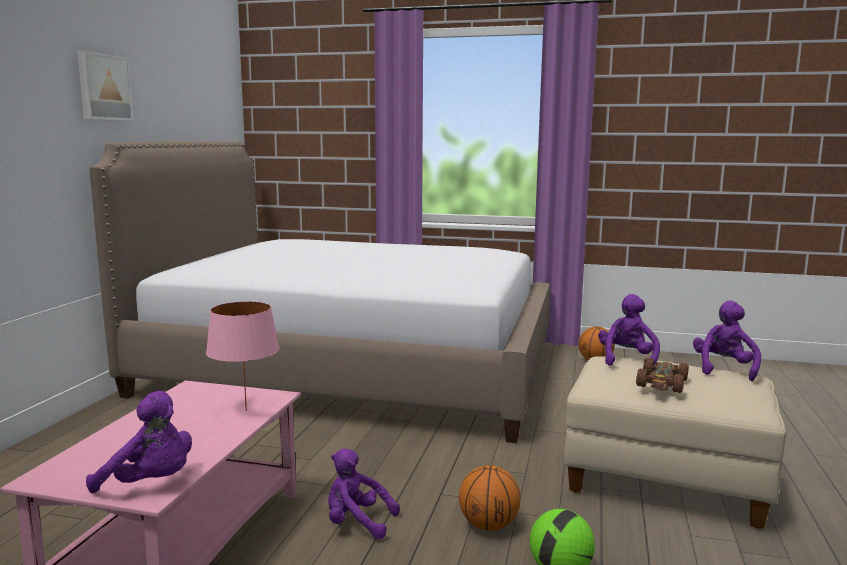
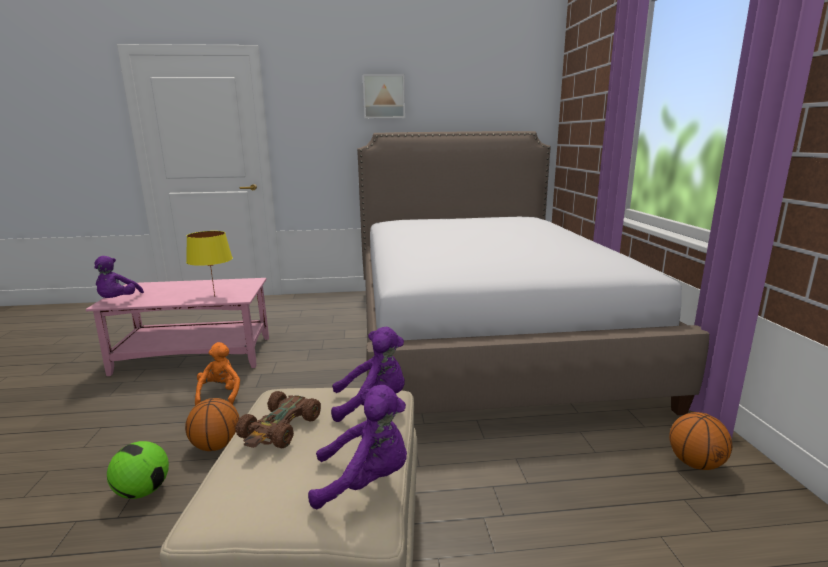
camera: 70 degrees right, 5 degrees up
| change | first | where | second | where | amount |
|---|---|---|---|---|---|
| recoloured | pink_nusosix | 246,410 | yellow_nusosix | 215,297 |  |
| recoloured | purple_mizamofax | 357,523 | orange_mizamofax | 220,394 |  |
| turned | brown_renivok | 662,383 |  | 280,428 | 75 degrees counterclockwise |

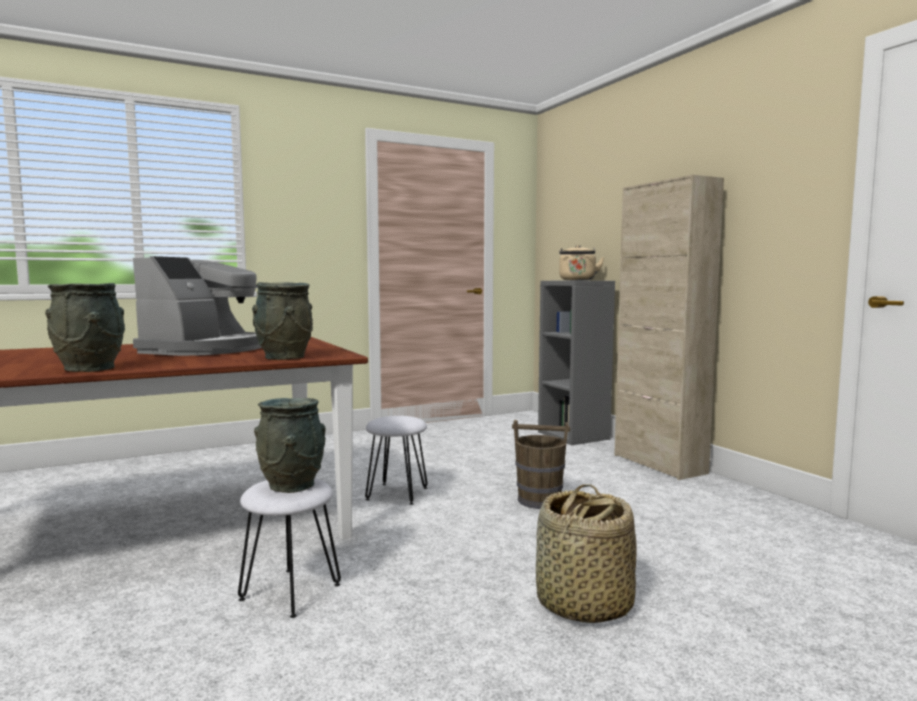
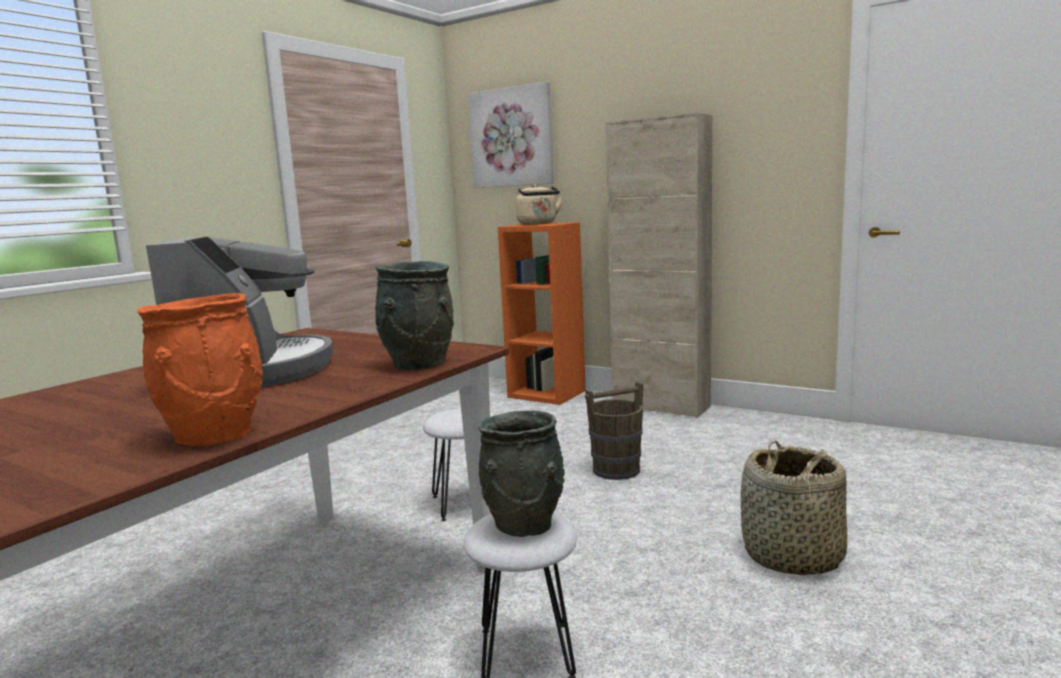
camera: 30 degrees left, 5 degrees up
| change | first | where | second | where | amount |
|---|---|---|---|---|---|
| recoloured | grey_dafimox | 90,369 | orange_dafimox | 216,434 |  |
| added |  |  | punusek | 512,137 |  |
| recoloured | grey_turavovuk | 574,435 | orange_turavovuk | 547,394 |  |

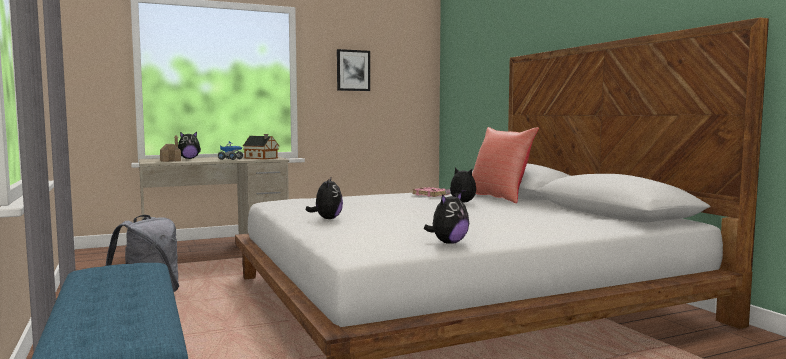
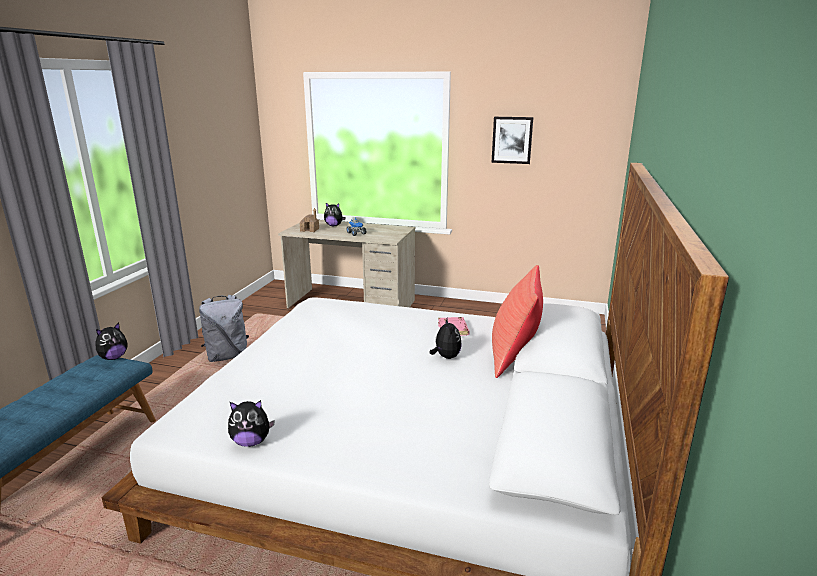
camera: 40 degrees right, 15 degrees up
| change | first | where | second | where | amount |
|---|---|---|---|---|---|
| moved | mizamofax | 327,219 |  | 113,357 |  |
| removed | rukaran | 261,158 |  |  |  |

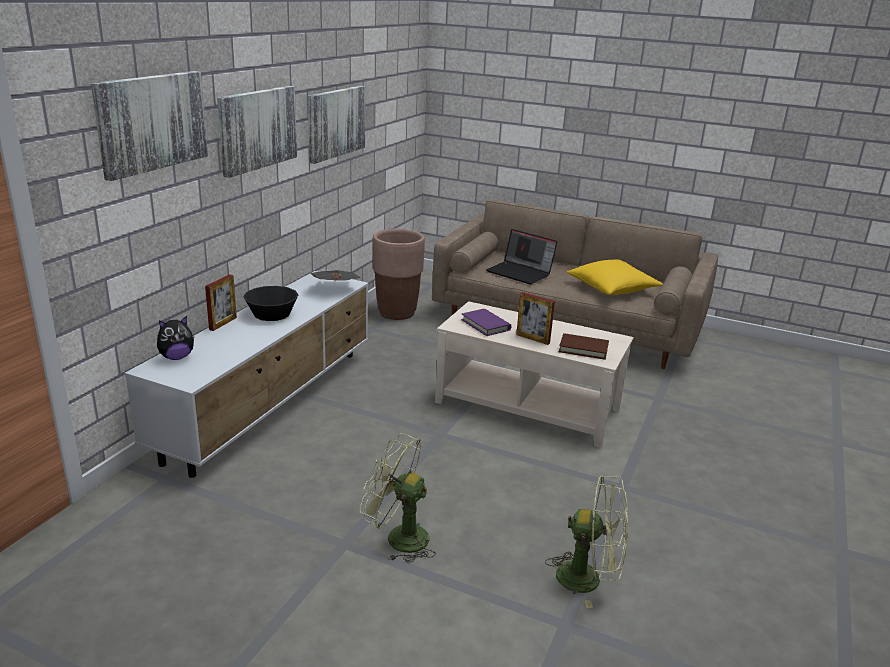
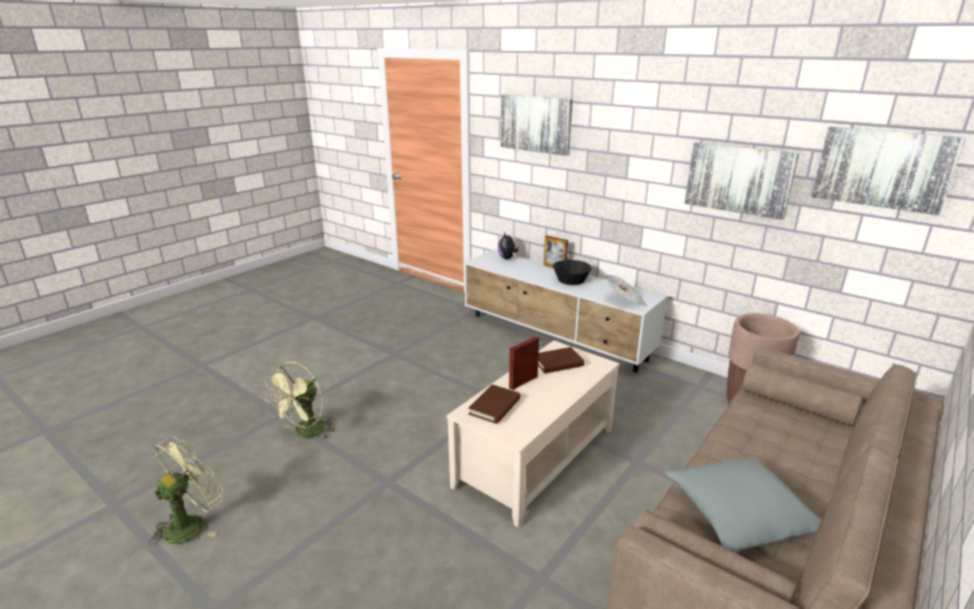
camera: 105 degrees right, 0 degrees up
| change | first | where | second | where | amount |
|---|---|---|---|---|---|
| moved | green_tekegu | 398,537 |  | 192,523 |  |
| recoloured | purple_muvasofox | 485,325 | brown_muvasofox | 558,363 |  |
| recoloured | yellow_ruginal | 612,289 | grey_ruginal | 738,516 |  |
| moved | punusek | 257,129 |  | 883,168 |  |
| removed | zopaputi | 520,273 |  |  |  |

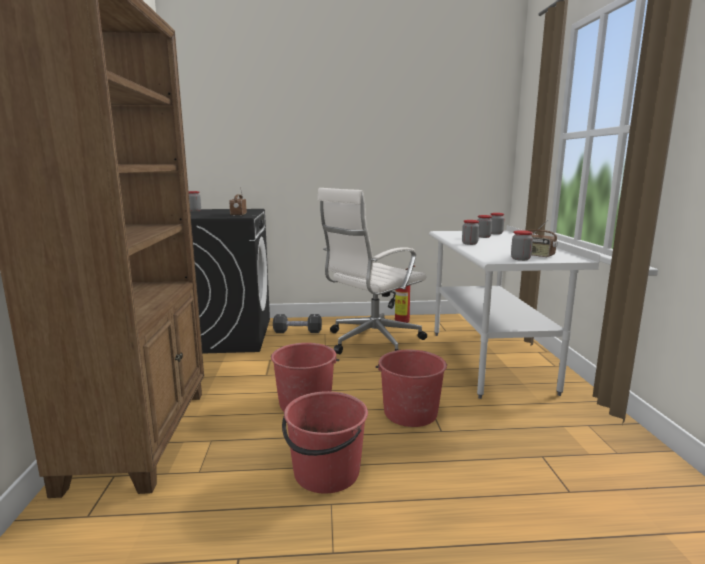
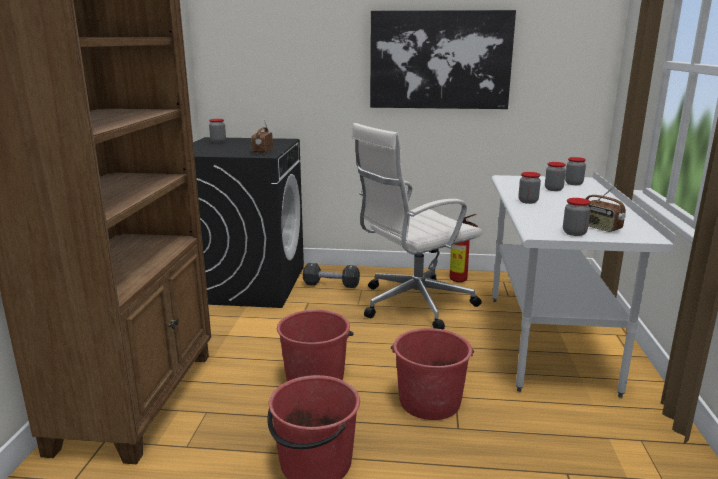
camera: 10 degrees right, 5 degrees up
| change | first | where | second | where | amount |
|---|---|---|---|---|---|
| added |  |  | punusek | 440,60 |  |

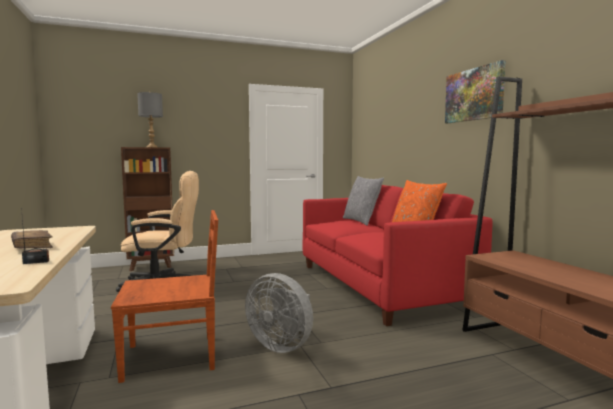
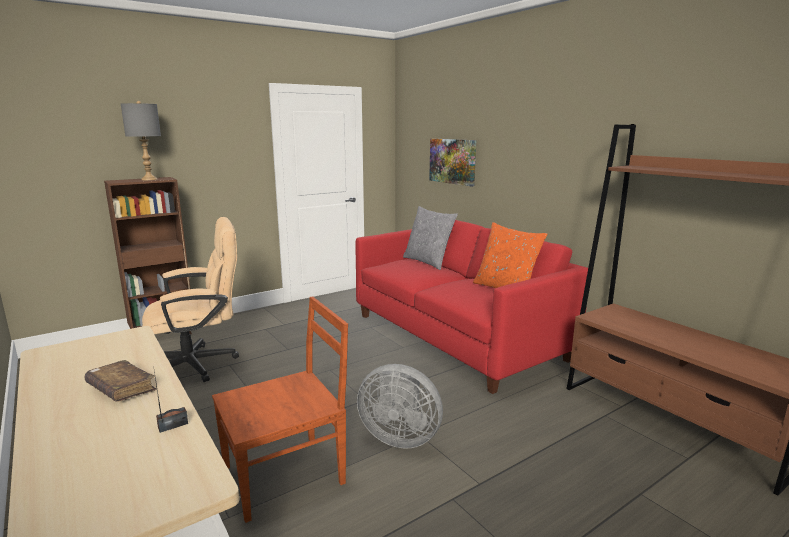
camera: 15 degrees left, 10 degrees up
| change | first | where | second | where | amount |
|---|---|---|---|---|---|
| moved | punusek | 474,94 |  | 452,161 |  |

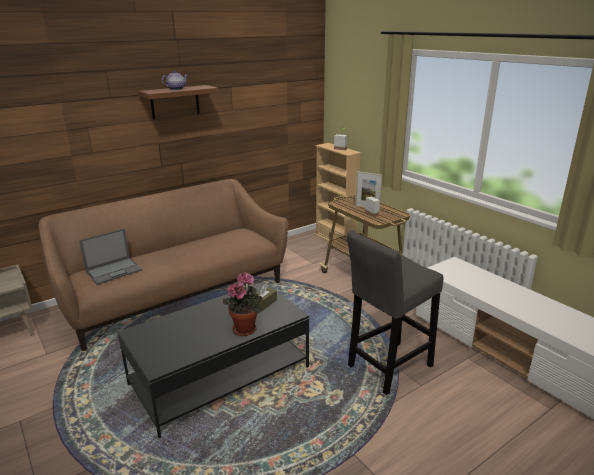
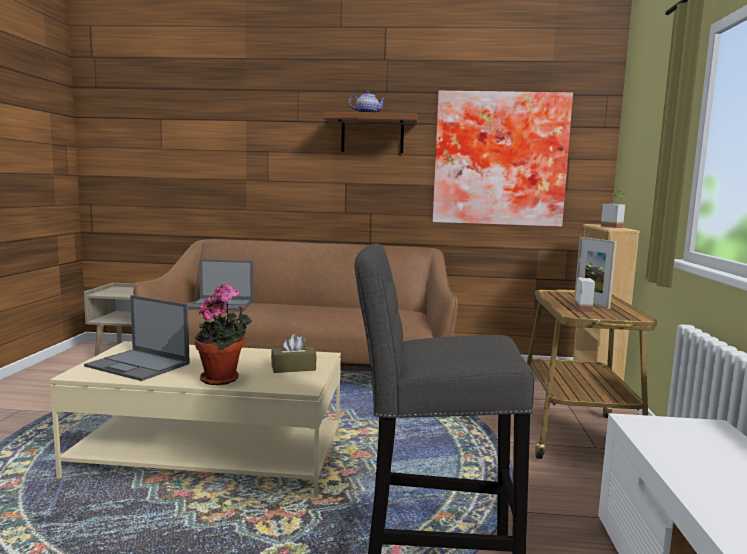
camera: 40 degrees right, 15 degrees down
| change | first | where | second | where | amount |
|---|---|---|---|---|---|
| recoloured | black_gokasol | 220,376 | beige_gokasol | 211,456 |  |
| added |  |  | zopaputi | 139,365 |  |
| added |  |  | punusek | 499,159 |  |

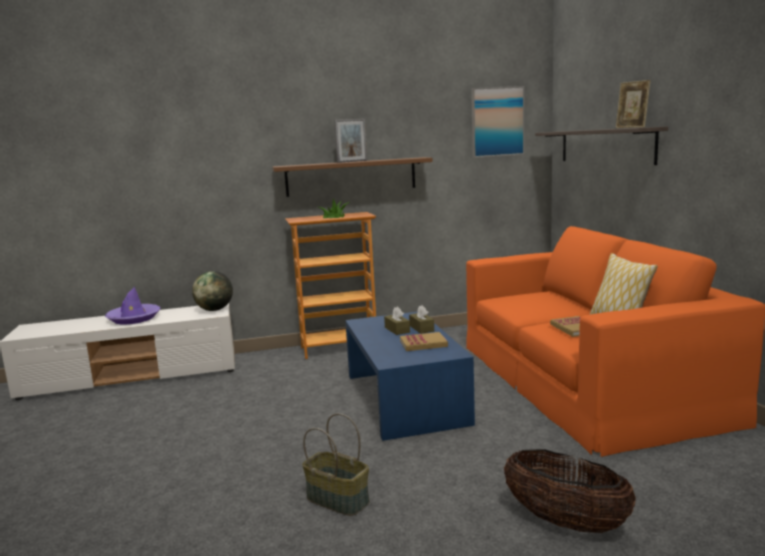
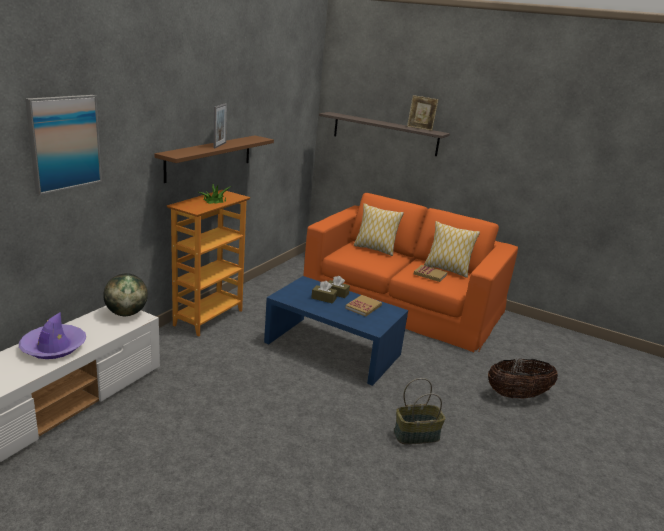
camera: 50 degrees left, 10 degrees up
| change | first | where | second | where | amount |
|---|---|---|---|---|---|
| moved | punusek | 497,122 |  | 64,143 |  |
| added |  |  | ruginal | 375,249 |  |

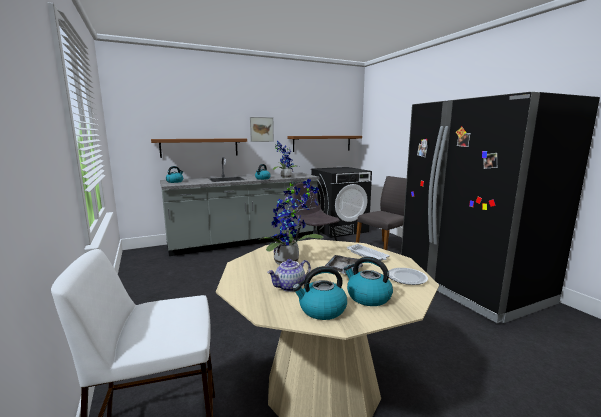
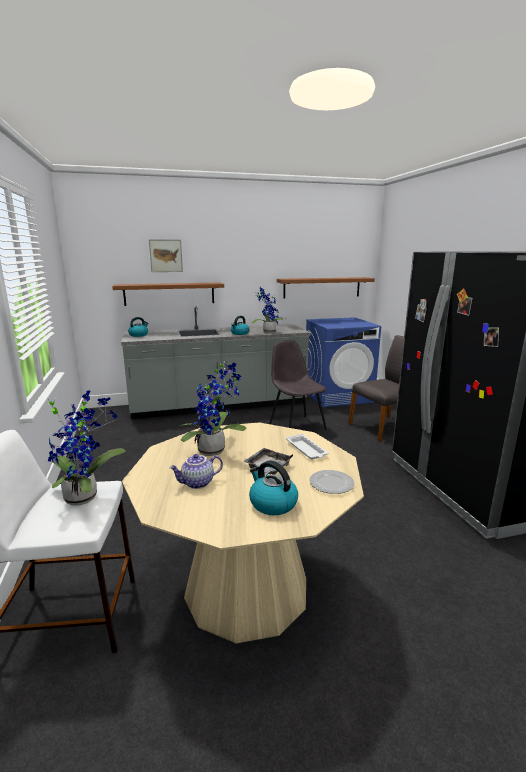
camera: 10 degrees right, 5 degrees up
| change | first | where | second | where | amount |
|---|---|---|---|---|---|
| added |  |  | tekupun | 85,496 |  |
| moved | punusek | 261,129 |  | 166,255 |  |
| recoloured | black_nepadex | 339,229 | blue_nepadex | 338,396 |  |
| removed | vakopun | 321,310 |  |  |  |

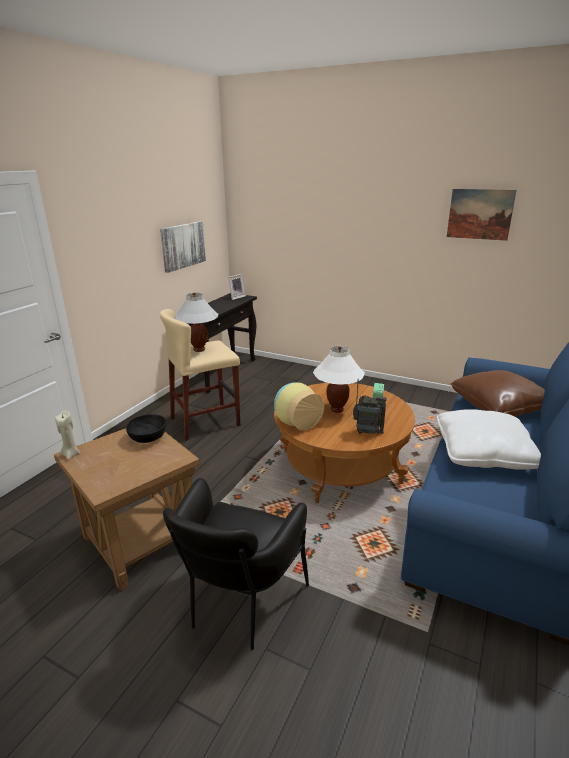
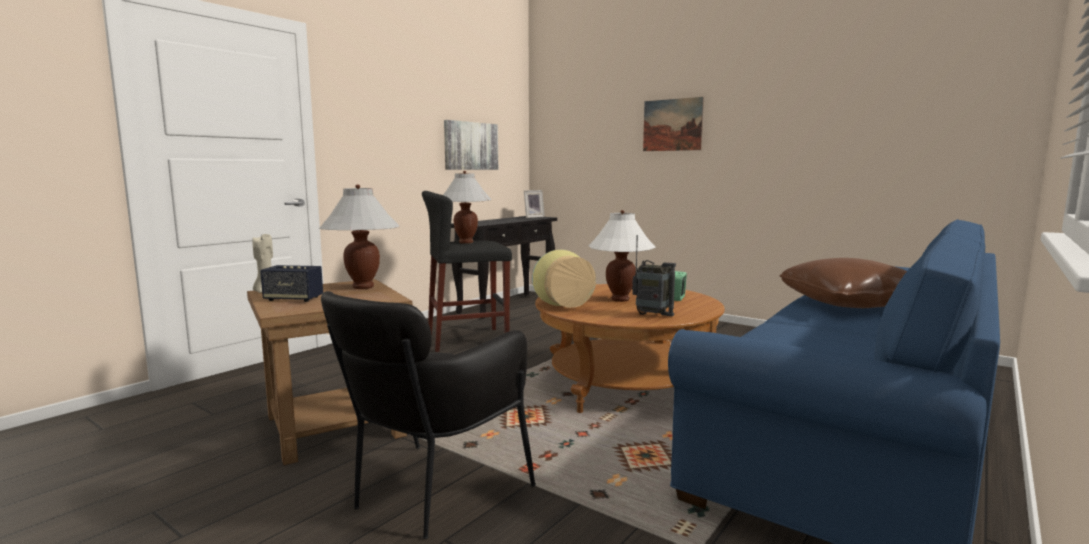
camera: 10 degrees right, 15 degrees down
| change | first | where | second | where | amount |
|---|---|---|---|---|---|
| added |  |  | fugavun | 293,299 |  |
| replaced | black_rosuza | 148,437 | white_nusosix | 363,287 |  |
| recoloured | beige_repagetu | 205,422 | black_repagetu | 467,339 |  |
| moved | punusek | 480,214 |  | 672,125 |  |
| removed | white_ruginal | 483,453 |  |  |  |

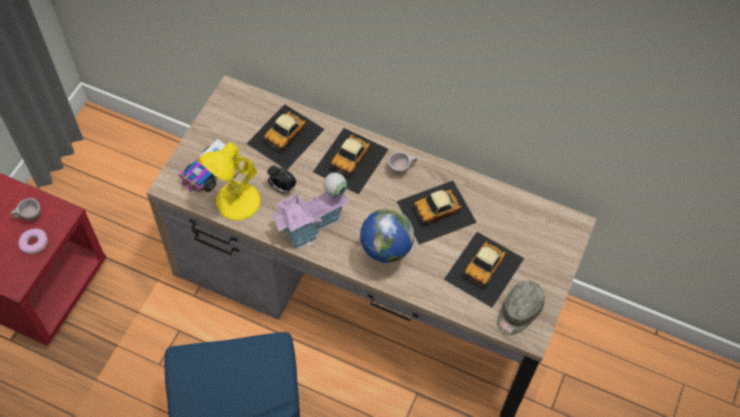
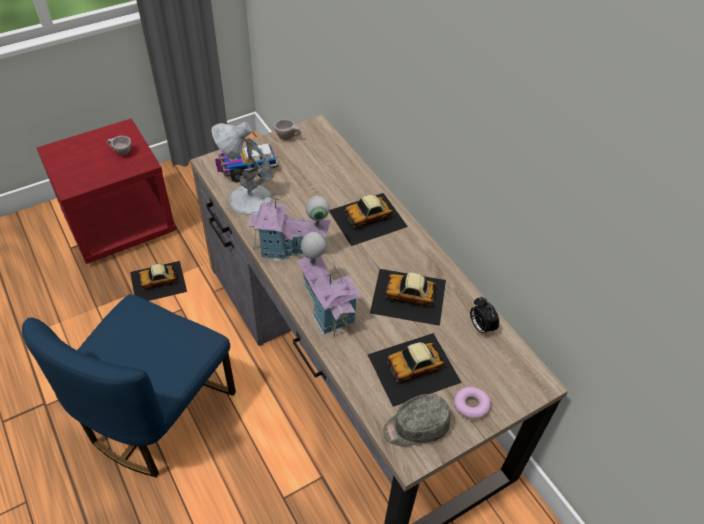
camera: 35 degrees right, 10 degrees down
| change | first | where | second | where | amount |
|---|---|---|---|---|---|
| moved | renivok | 286,136 |  | 158,282 |  |
| recoloured | yellow_nusosix | 236,202 | white_nusosix | 247,200 |  |
| moved | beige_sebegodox | 401,169 |  | 288,138 |  |
| replaced | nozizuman | 384,260 | rukaran | 327,307 |  |
| moved | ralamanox | 34,243 |  | 470,406 |  |
| moved | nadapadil | 281,188 |  | 480,327 |  |

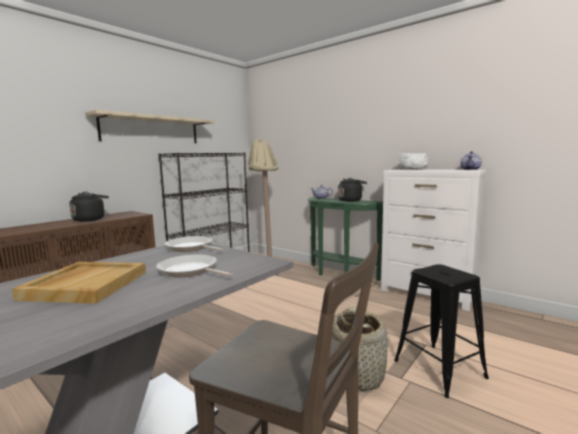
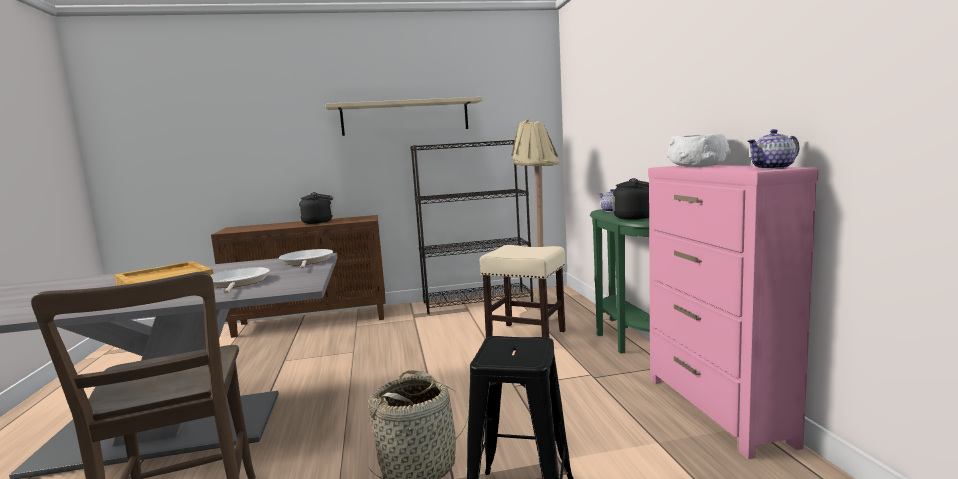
camera: 40 degrees right, 0 degrees up
| change | first | where | second | where | amount |
|---|---|---|---|---|---|
| added |  |  | beige_repagetu | 527,336 |  |
| recoloured | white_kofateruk | 426,295 | pink_kofateruk | 716,410 |  |

